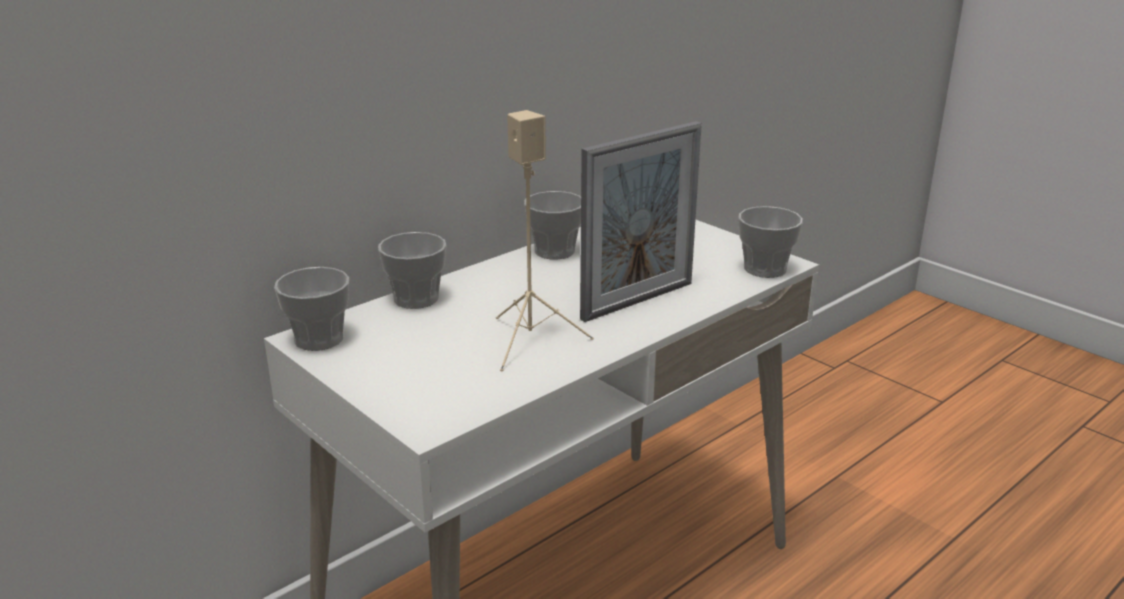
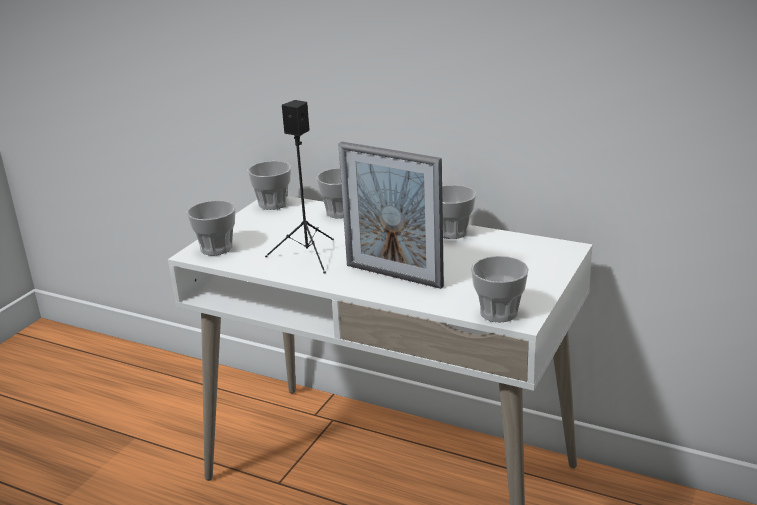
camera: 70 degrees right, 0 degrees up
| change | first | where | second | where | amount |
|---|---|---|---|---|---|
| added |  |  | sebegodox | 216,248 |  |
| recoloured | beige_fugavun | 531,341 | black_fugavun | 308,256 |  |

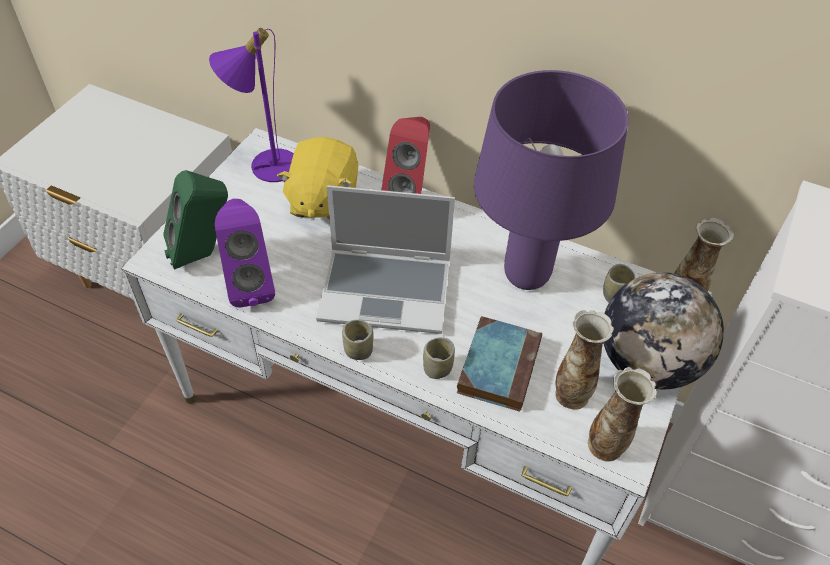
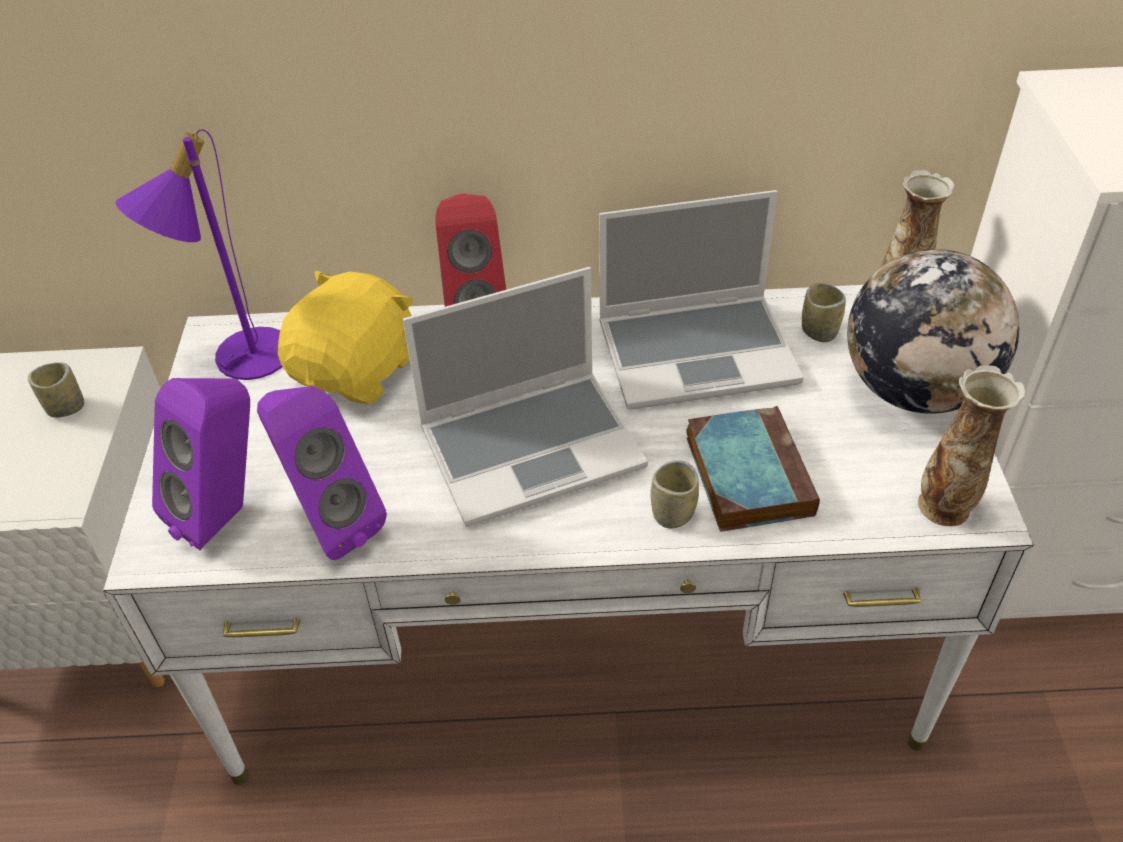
camera: 25 degrees left, 5 degrees down
| change | first | where | second | where | amount |
|---|---|---|---|---|---|
| moved | sebegodox | 358,351 |  | 66,407 |  |
| recoloured | green_fugavun | 204,254 | purple_fugavun | 228,513 |  |
| turned | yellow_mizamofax | 322,200 |  | 357,371 | 135 degrees counterclockwise |
| replaced | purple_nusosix | 527,275 | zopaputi | 698,352 |  |
| removed | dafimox | 571,393 |  |  |  |

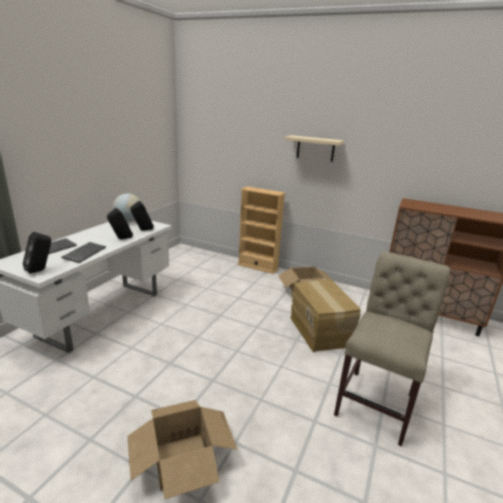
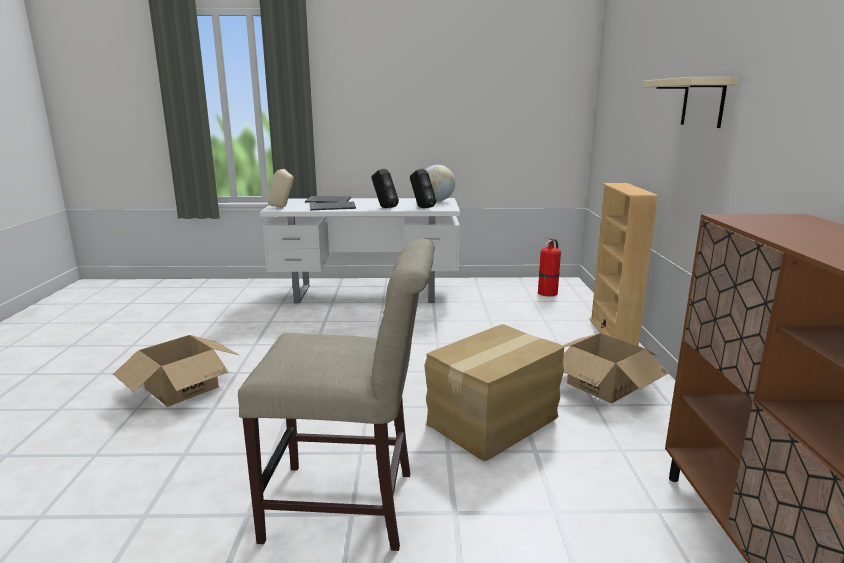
camera: 65 degrees right, 5 degrees down
| change | first | where | second | where | amount |
|---|---|---|---|---|---|
| recoloured | black_fugavun | 41,270 | beige_fugavun | 282,207 |  |
| added |  |  | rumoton | 548,293 |  |

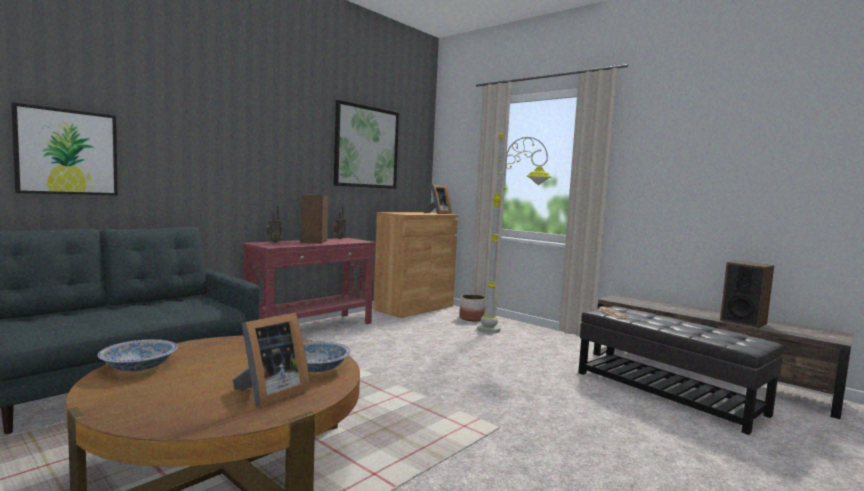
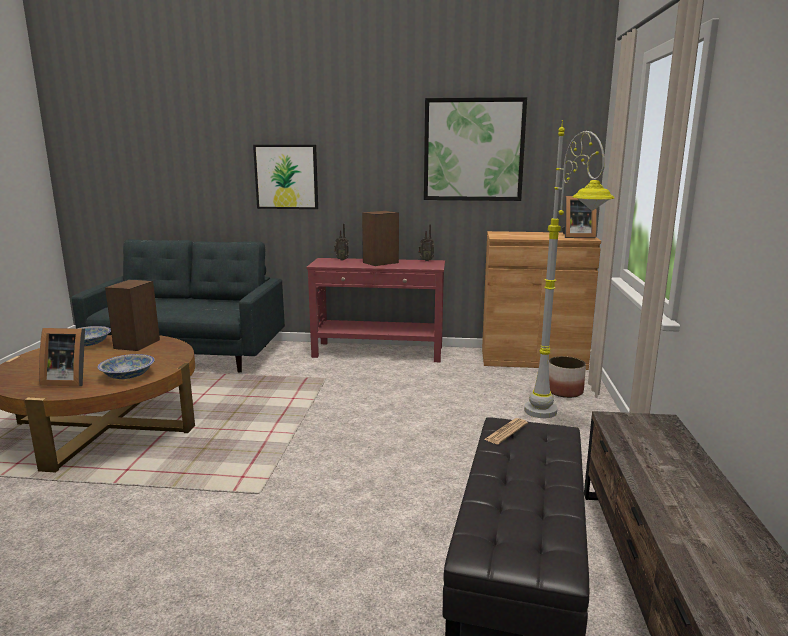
camera: 55 degrees right, 10 degrees up
| change | first | where | second | where | amount |
|---|---|---|---|---|---|
| moved | fugavun | 743,322 |  | 137,344 |  |
| moved | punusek | 67,152 |  | 286,177 |  |

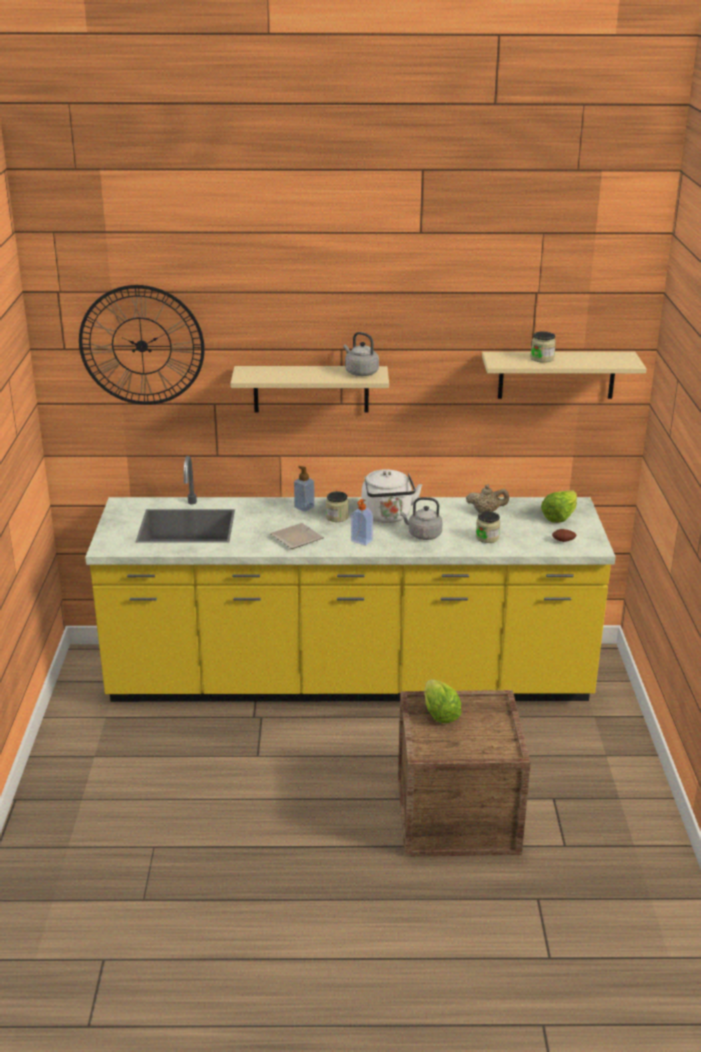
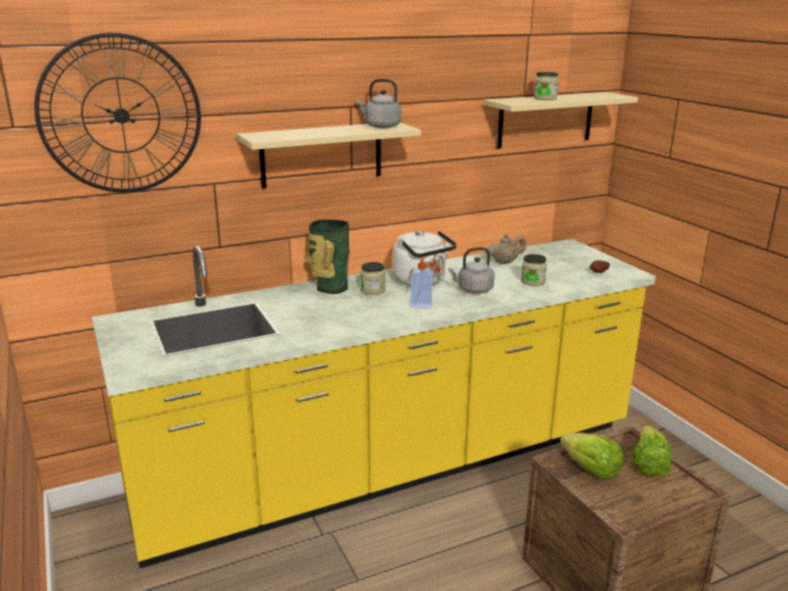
camera: 25 degrees left, 5 degrees down
| change | first | where | second | where | amount |
|---|---|---|---|---|---|
| replaced | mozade | 304,507 | dafimox | 330,288 |  |
| moved | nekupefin | 559,517 |  | 648,465 |  |
| removed | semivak | 298,539 |  |  |  |

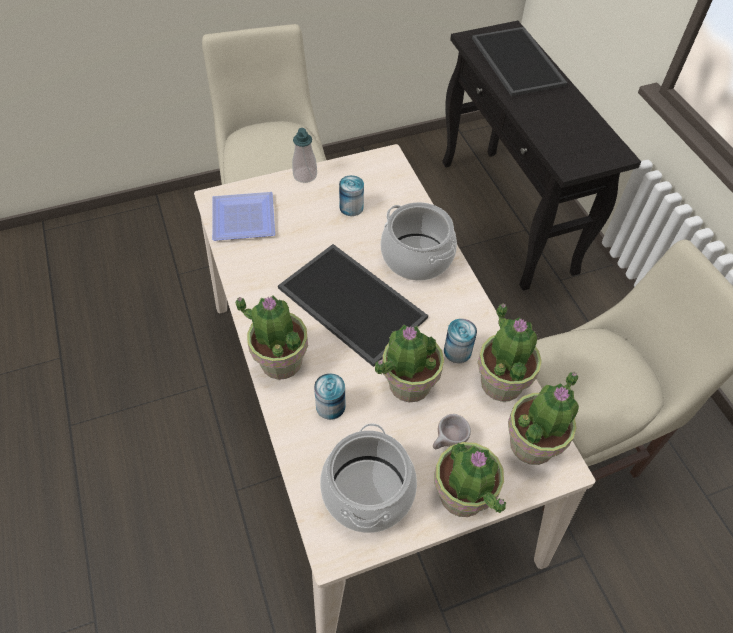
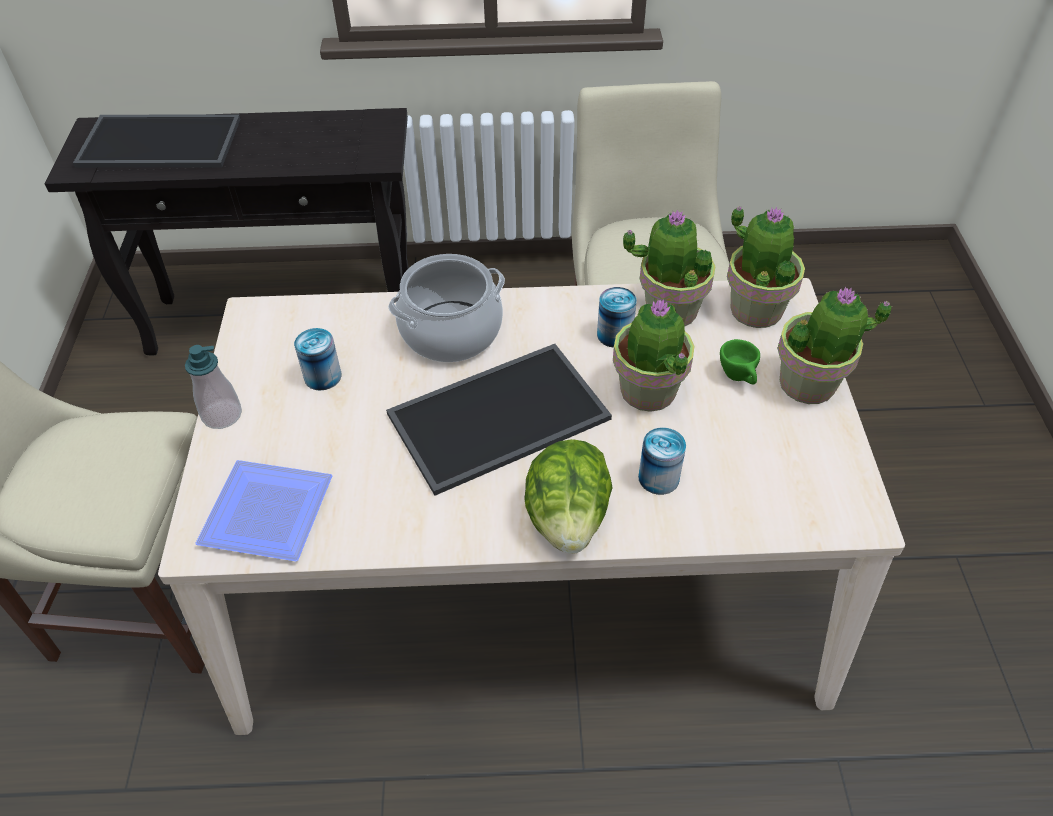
camera: 70 degrees left, 5 degrees down
| change | first | where | second | where | amount |
|---|---|---|---|---|---|
| replaced | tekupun | 280,361 | nekupefin | 567,518 |  |
| recoloured | beige_sebegodox | 448,443 | green_sebegodox | 739,378 |  |
| removed | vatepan | 367,491 |  |  |  |

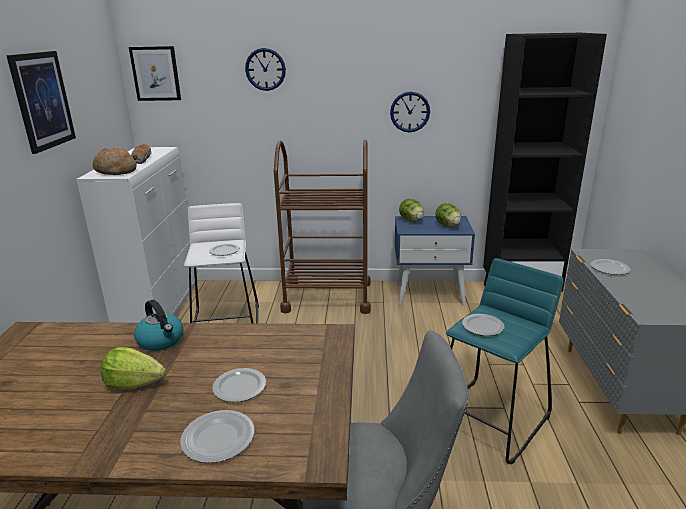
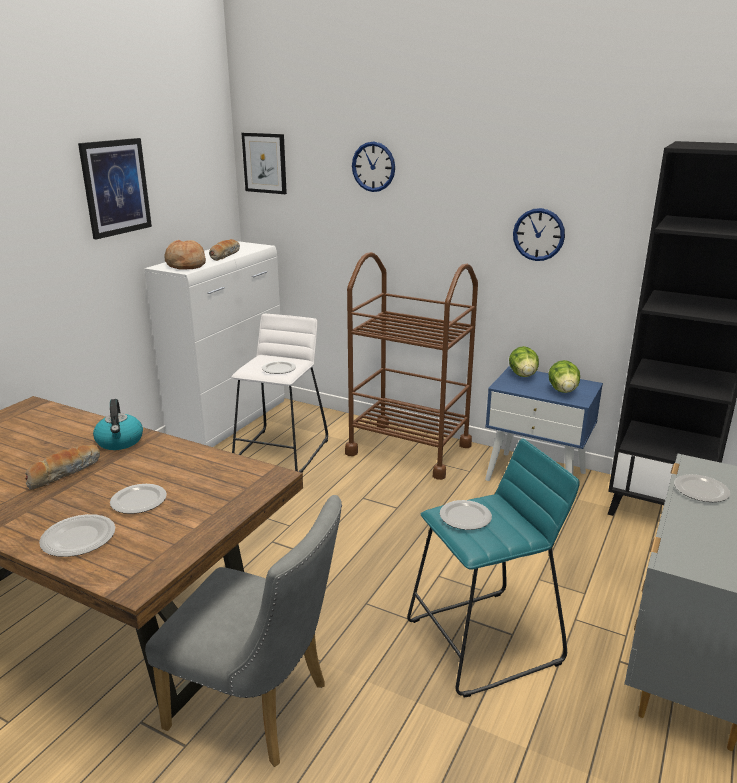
camera: 25 degrees right, 0 degrees up
| change | first | where | second | where | amount |
|---|---|---|---|---|---|
| replaced | nekupefin | 134,383 | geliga | 64,473 |  |

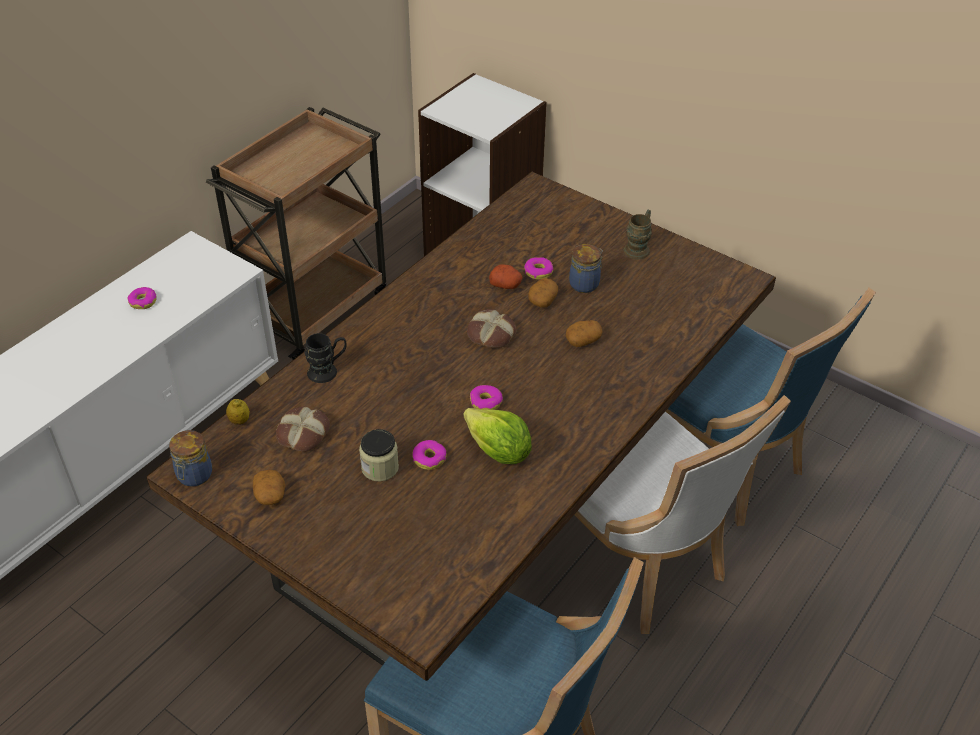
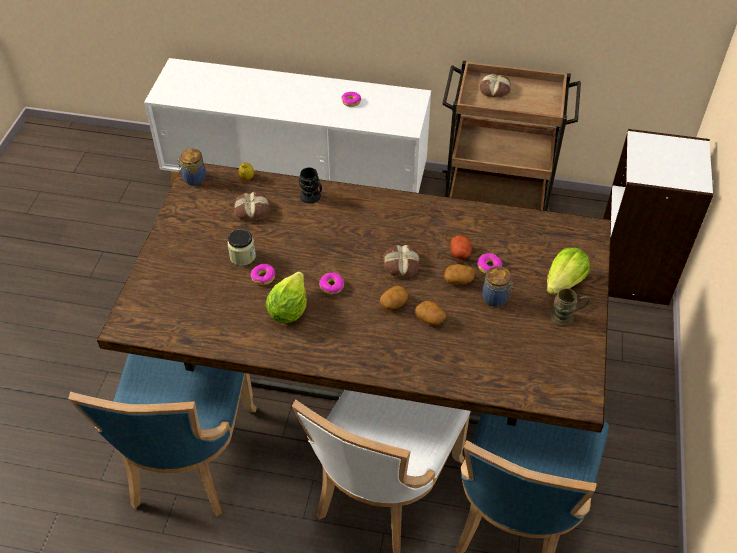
camera: 65 degrees right, 5 degrees up
| change | first | where | second | where | amount |
|---|---|---|---|---|---|
| moved | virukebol | 270,495 |  | 393,303 |  |
| added |  |  | geliga | 495,89 |  |
| added |  |  | nekupefin | 564,282 |  |

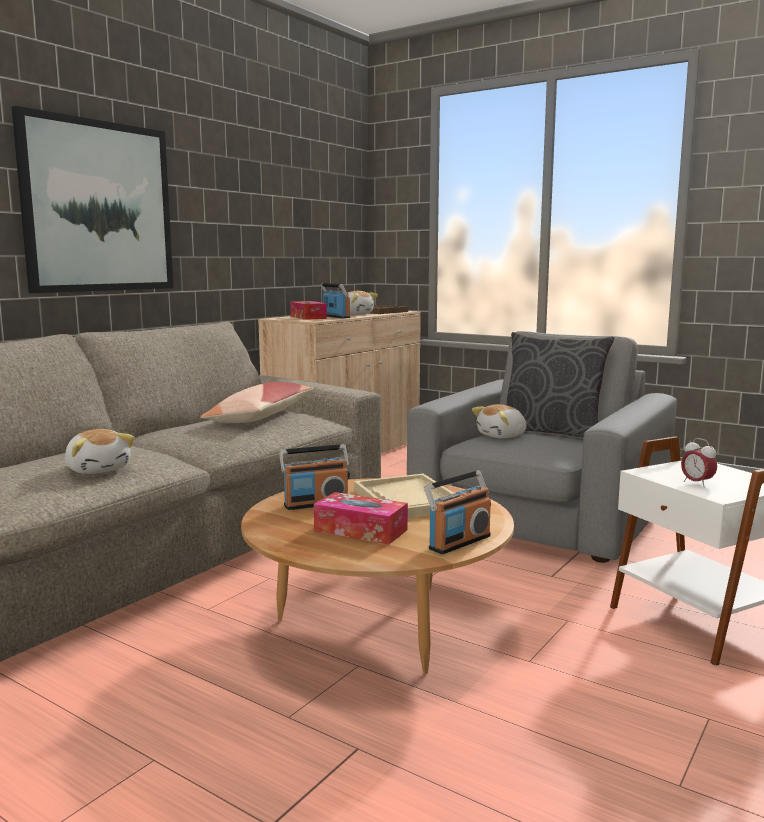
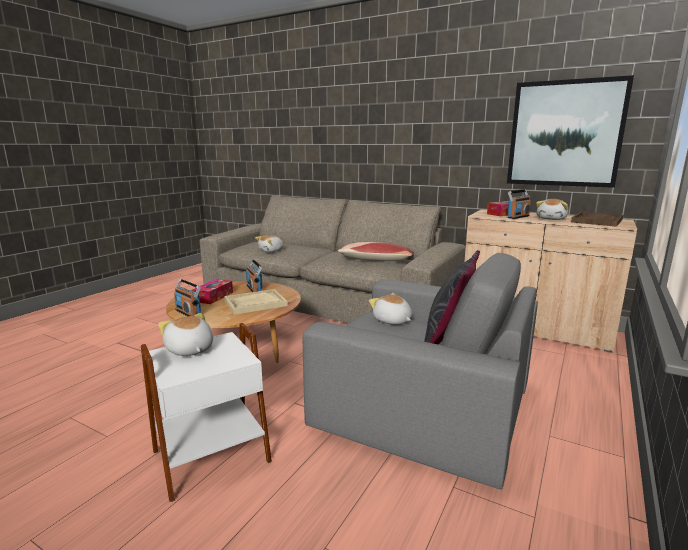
camera: 85 degrees right, 5 degrees up
| change | first | where | second | where | amount |
|---|---|---|---|---|---|
| replaced | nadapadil | 697,483 | mizamofax | 189,350 |  |
| moved | punusek | 98,207 |  | 565,134 |  |

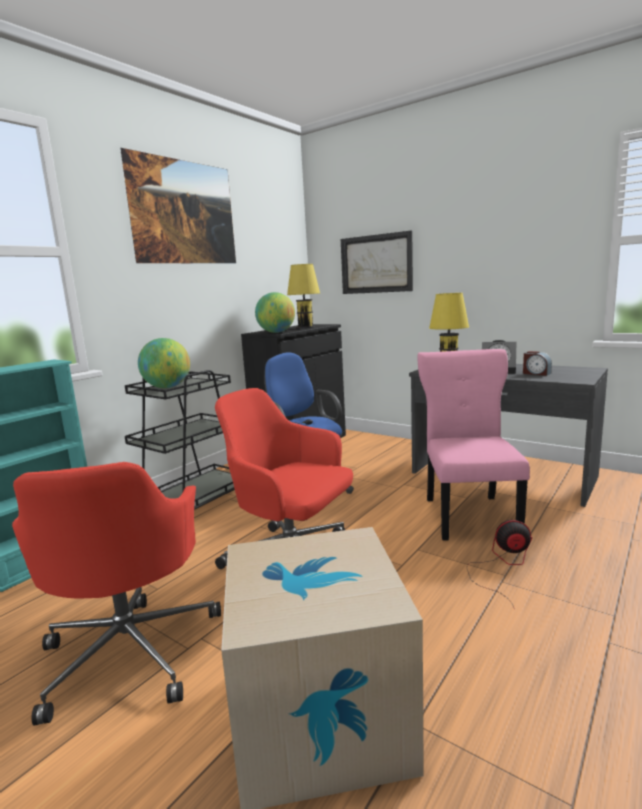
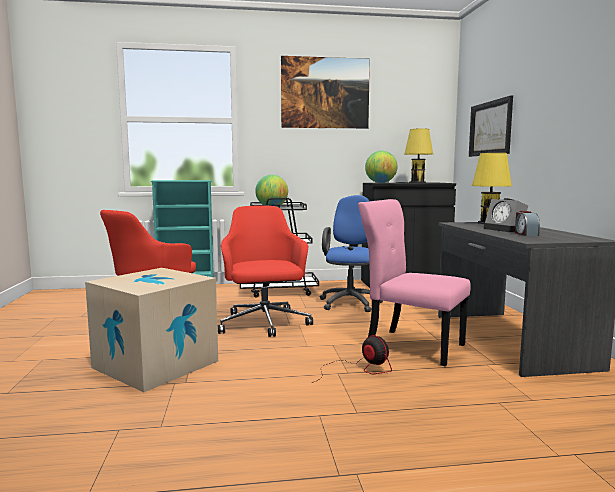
camera: 45 degrees right, 5 degrees down
| change | first | where | second | where | amount |
|---|---|---|---|---|---|
| turned | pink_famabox | 469,515 |  | 411,346 | 105 degrees counterclockwise |

